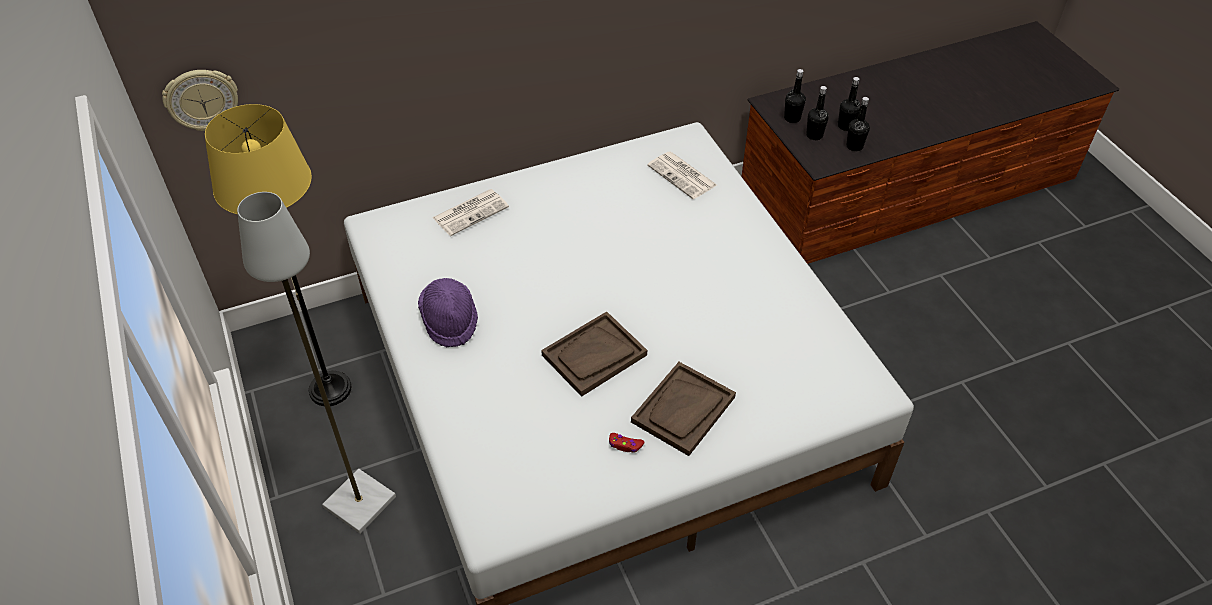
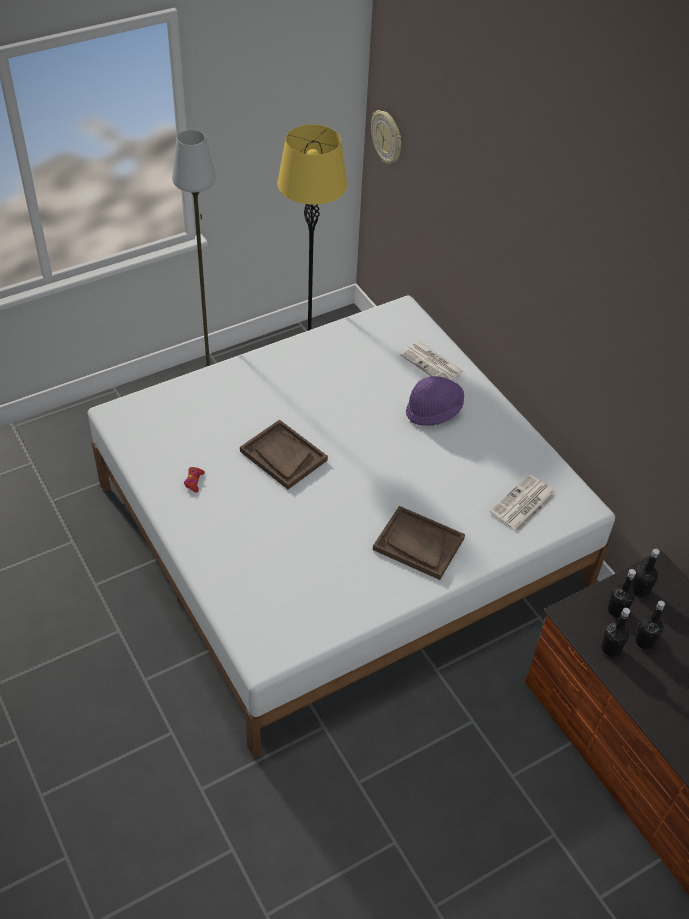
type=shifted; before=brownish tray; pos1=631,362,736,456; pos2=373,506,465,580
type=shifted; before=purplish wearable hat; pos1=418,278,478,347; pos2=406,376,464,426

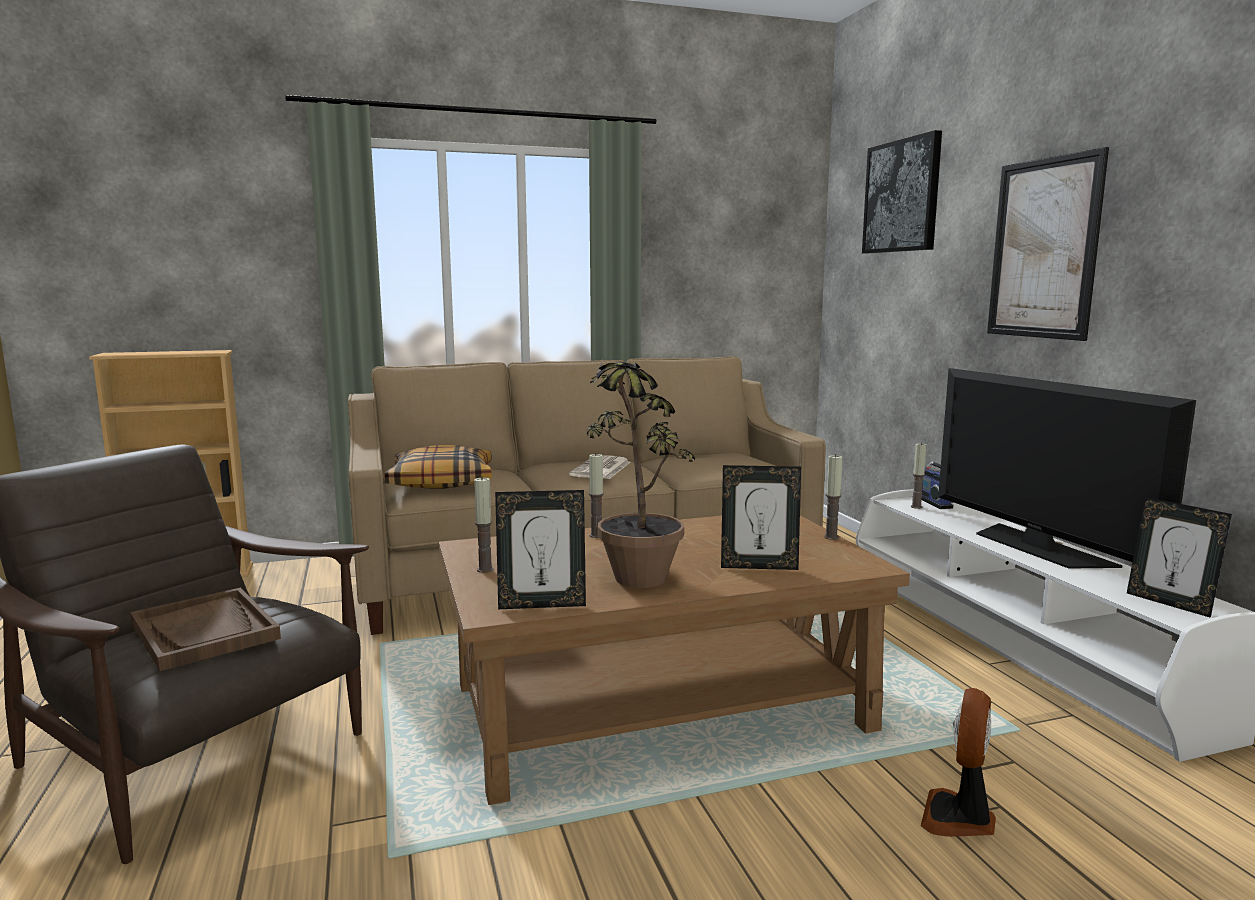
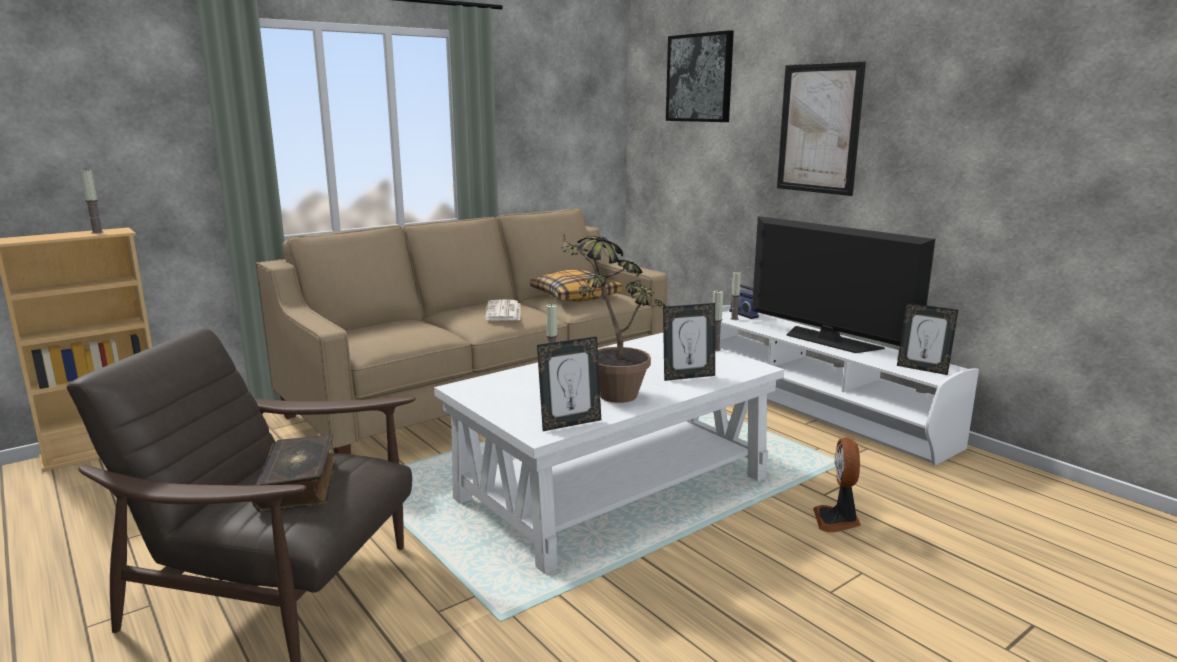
type=shifted; before=candle; pos1=474,476,494,573; pos2=80,170,104,233
type=swapped; before=brownish tray; after=book; pos1=130,588,281,671; pos2=252,434,336,512
type=repainted; before=brownish lounge table; after=whitish lounge table; pos1=439,515,910,805; pos2=434,333,784,574
type=shifted; before=throw pillow; pos1=385,445,492,489; pos2=530,270,622,302

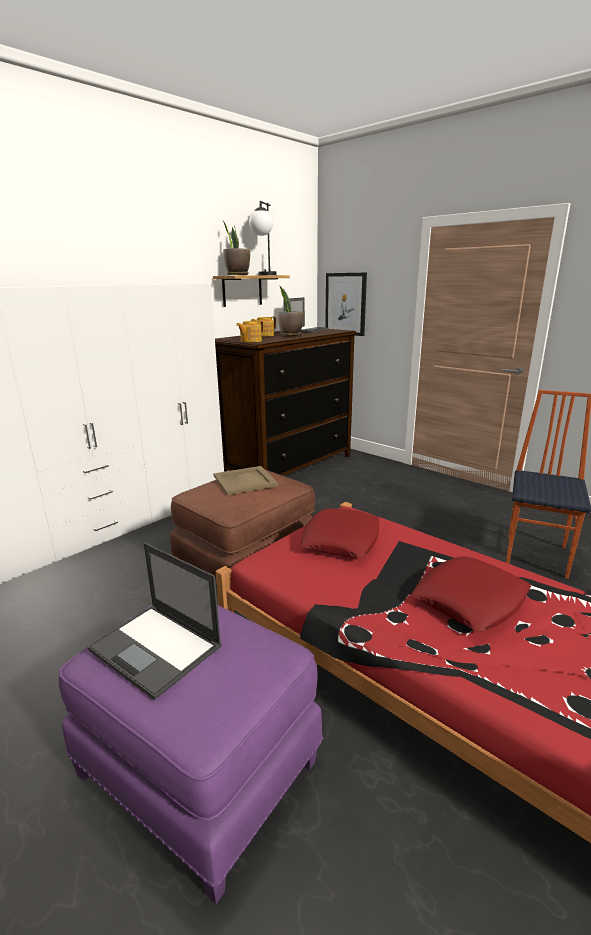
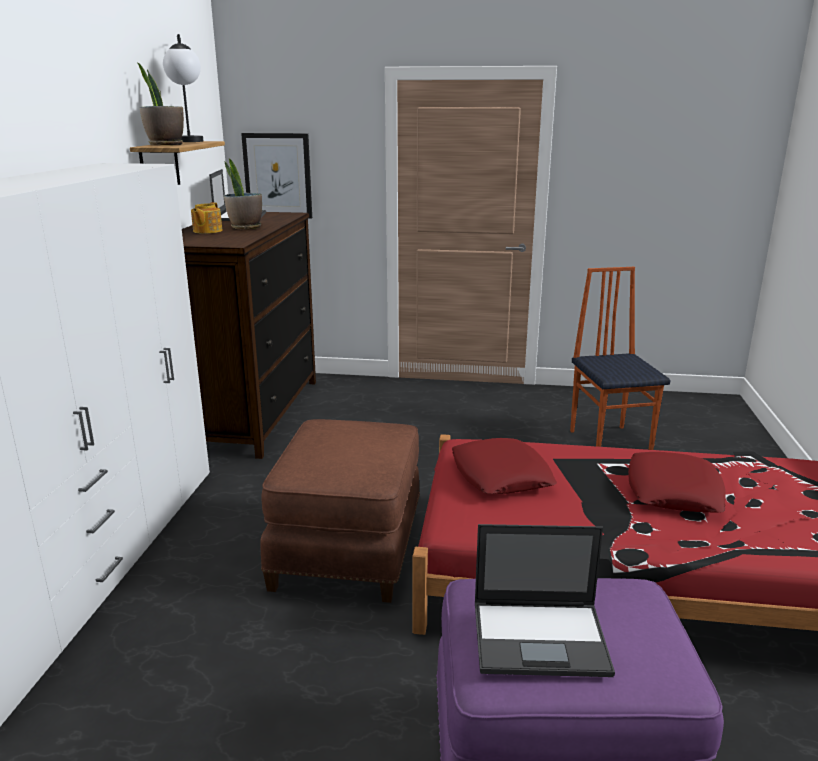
type=gone; before=beige tray; pos1=213,466,279,495
type=gone; before=teapot; pos1=236,320,264,343

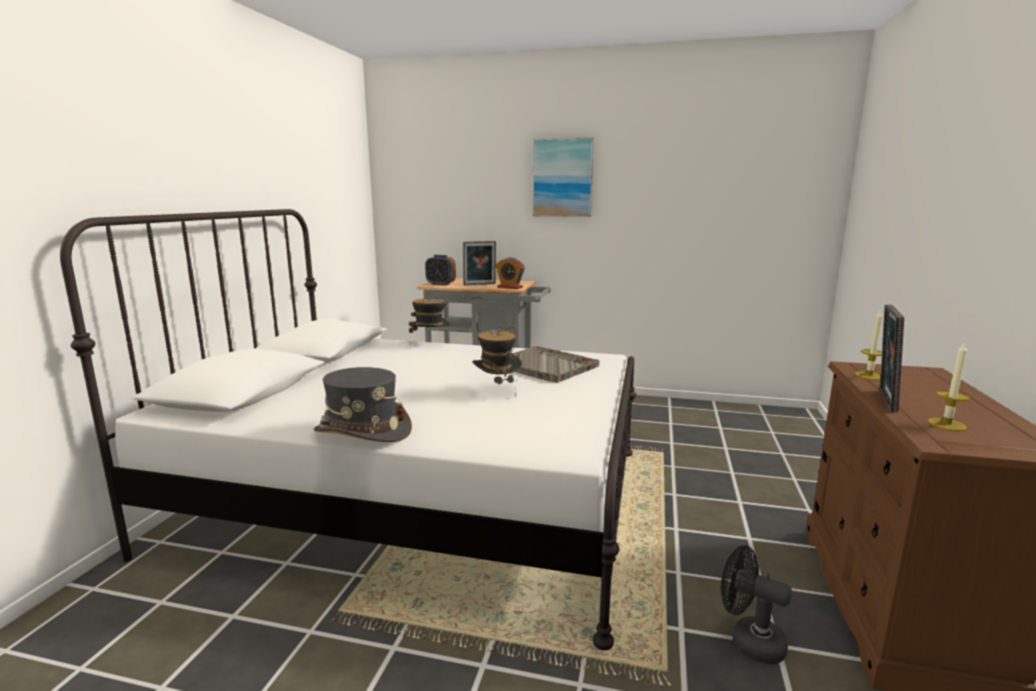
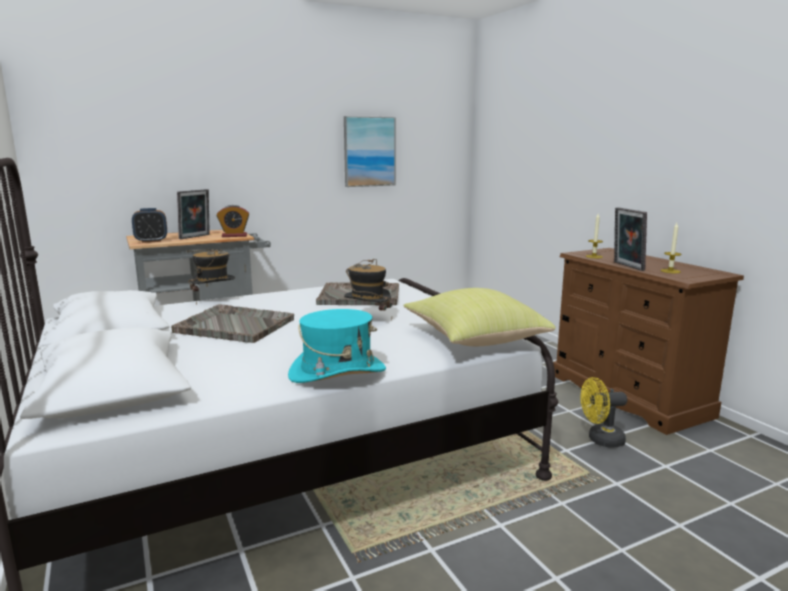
type=new; after=grey tray; pos2=171,304,294,343
type=repainted; before=grey wearable hat; after=turquoise-coloured wearable hat; pos1=314,367,412,442; pos2=288,309,386,383
type=shifted; before=wall picture; pos1=532,137,594,217; pos2=344,116,396,187
type=new; after=yellowish throw pillow; pos2=403,288,556,346
type=repainted; before=blackish fan; after=yellowish fan; pos1=721,545,792,664; pos2=580,377,627,447

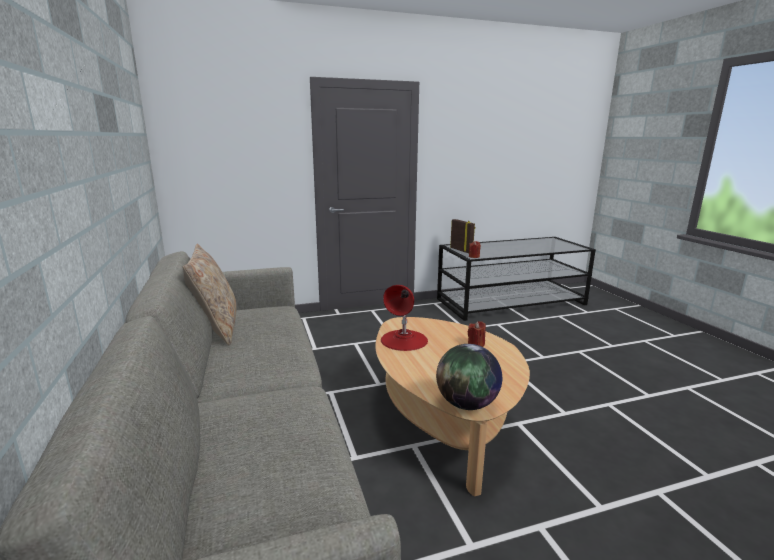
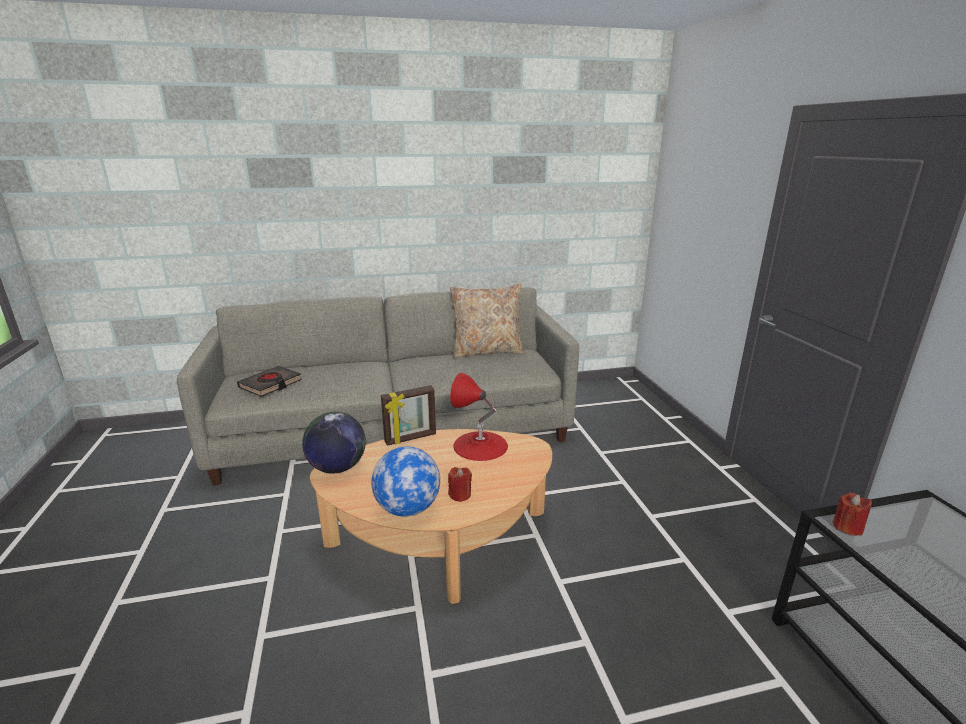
type=new; after=blackish book; pos2=237,366,302,397
type=new; after=globe; pos2=371,446,440,517
type=shifted; before=picture frame; pos1=450,219,475,253; pos2=381,385,436,446

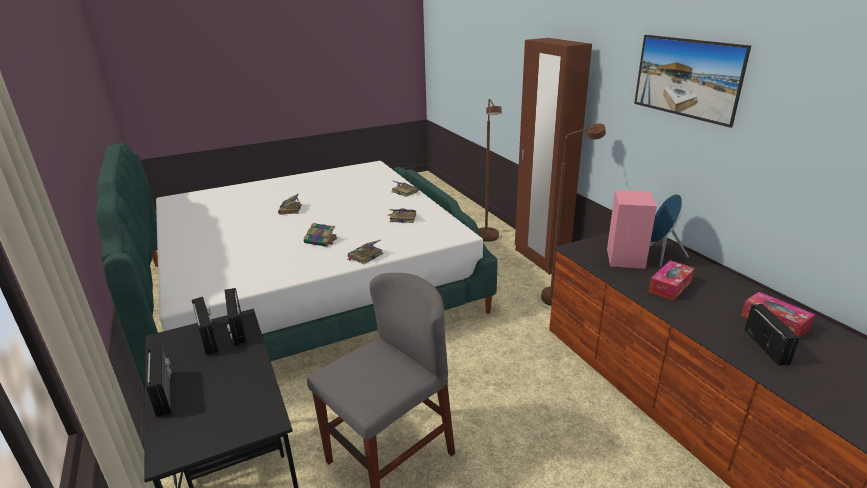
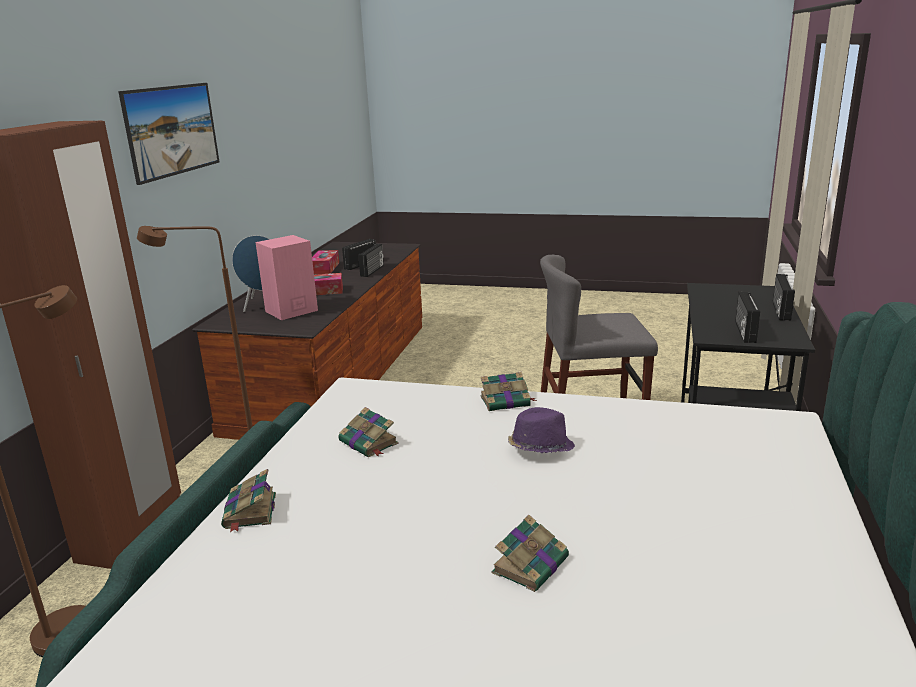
type=shifted; before=radio receiver; pos1=225,288,246,345; pos2=358,244,384,277
type=swapped; before=book; after=purplish wearable hat; pos1=304,223,338,247; pos2=508,407,575,453

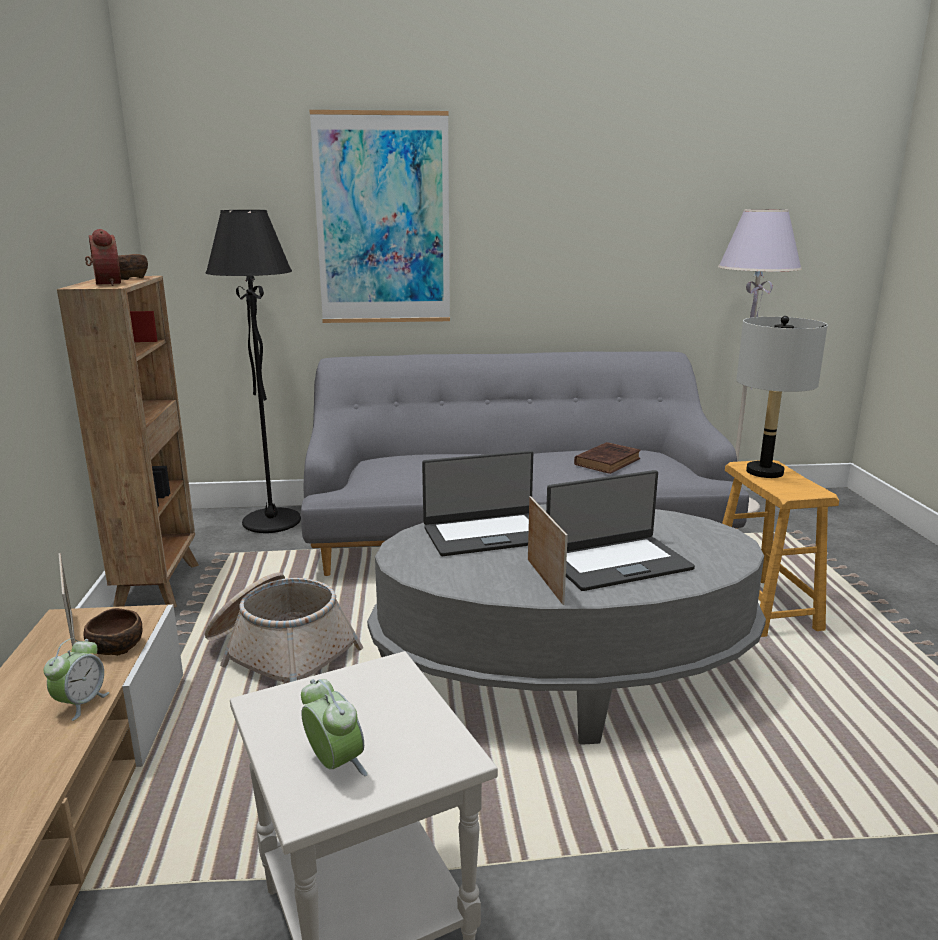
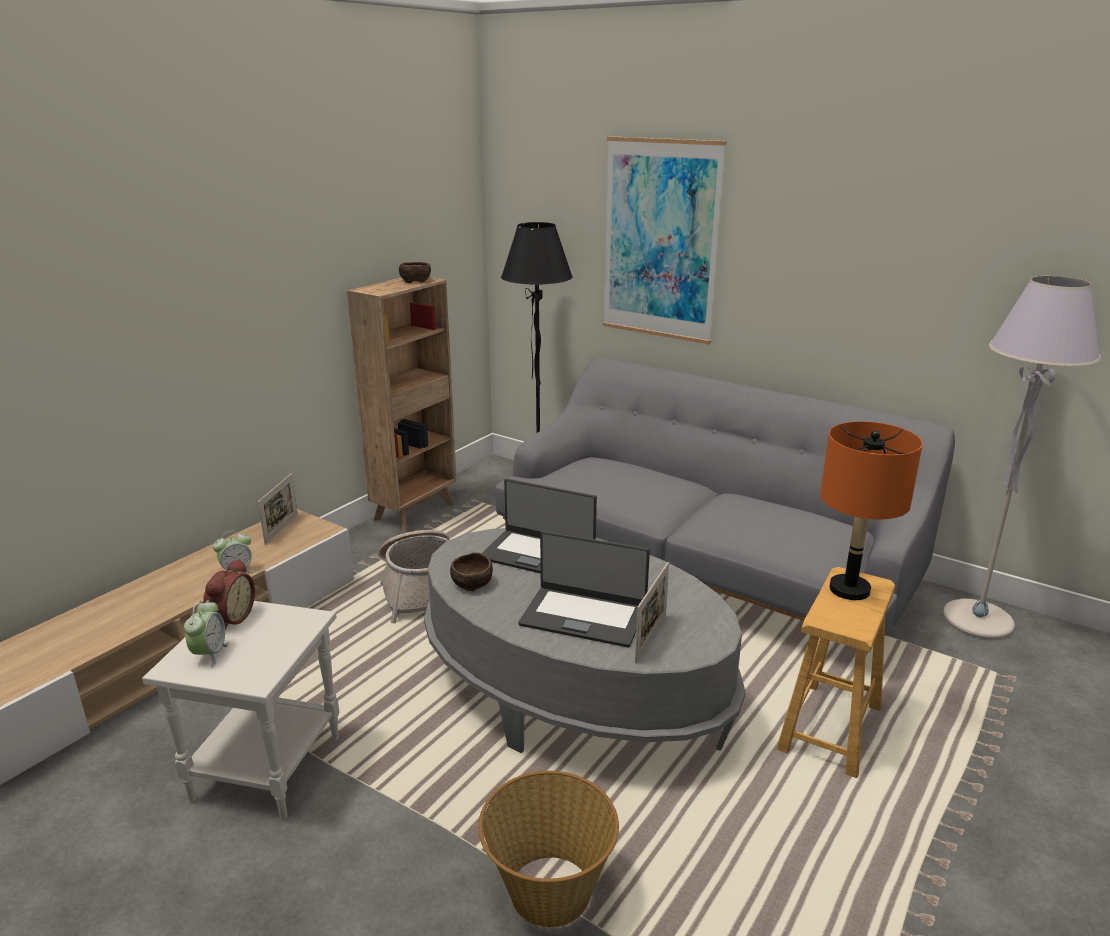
type=shifted; before=alarm clock; pos1=85,229,121,286; pos2=203,559,255,630
type=shifted; before=brownish serving bowl; pos1=83,608,142,656; pos2=450,552,493,591
type=new; after=storage basket; pos2=478,771,619,928
type=shifted; before=picture frame; pos1=528,496,568,605; pos2=635,562,669,664
type=repainted; before=grey lamp for a table; after=orangey lamp for a table; pos1=736,316,828,478; pos2=820,421,923,600
type=gone; before=brownish book; pos1=574,442,641,474

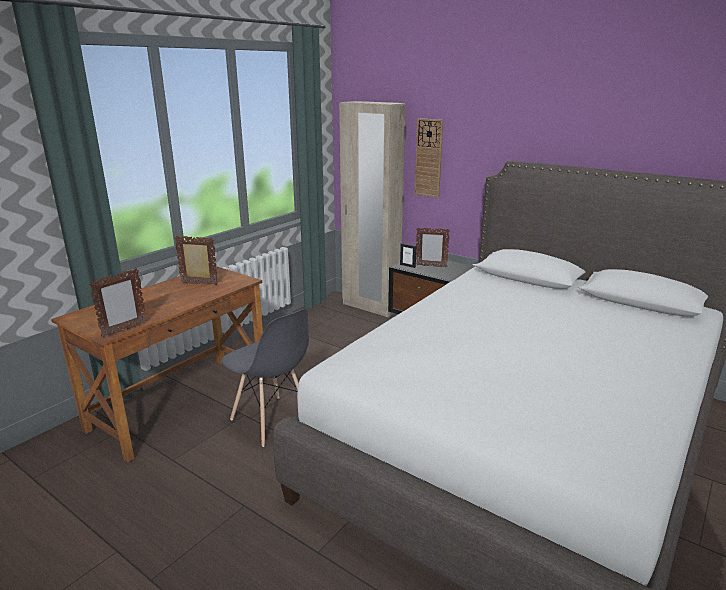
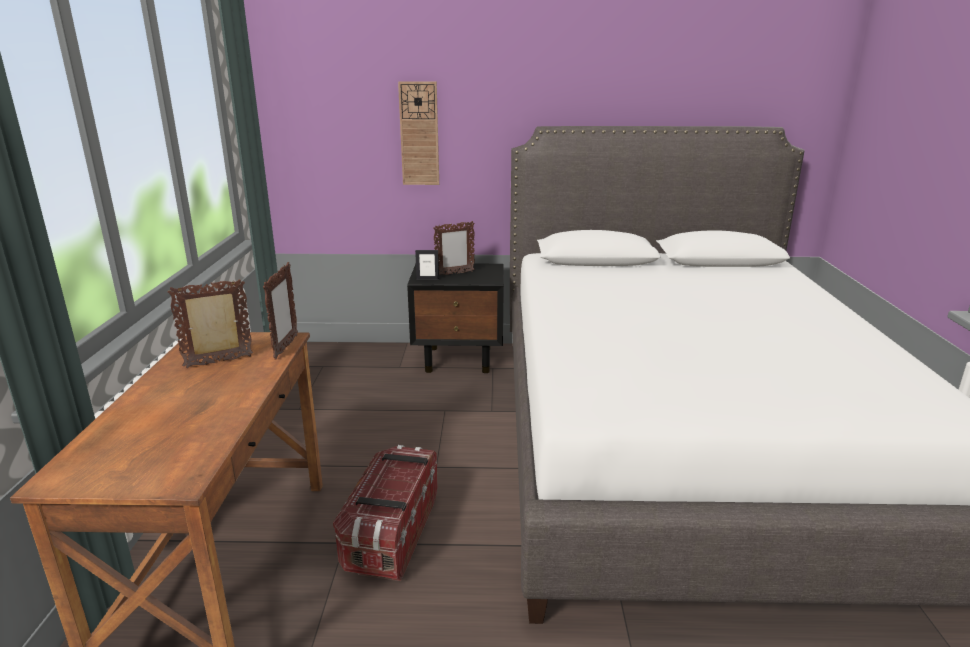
type=shifted; before=picture frame; pos1=89,268,147,338; pos2=263,262,298,360
type=swapped; before=grey chair; after=storage bin; pos1=221,309,309,447; pos2=333,445,438,581
type=gone; before=beige clothes cupboard; pos1=339,101,406,317

